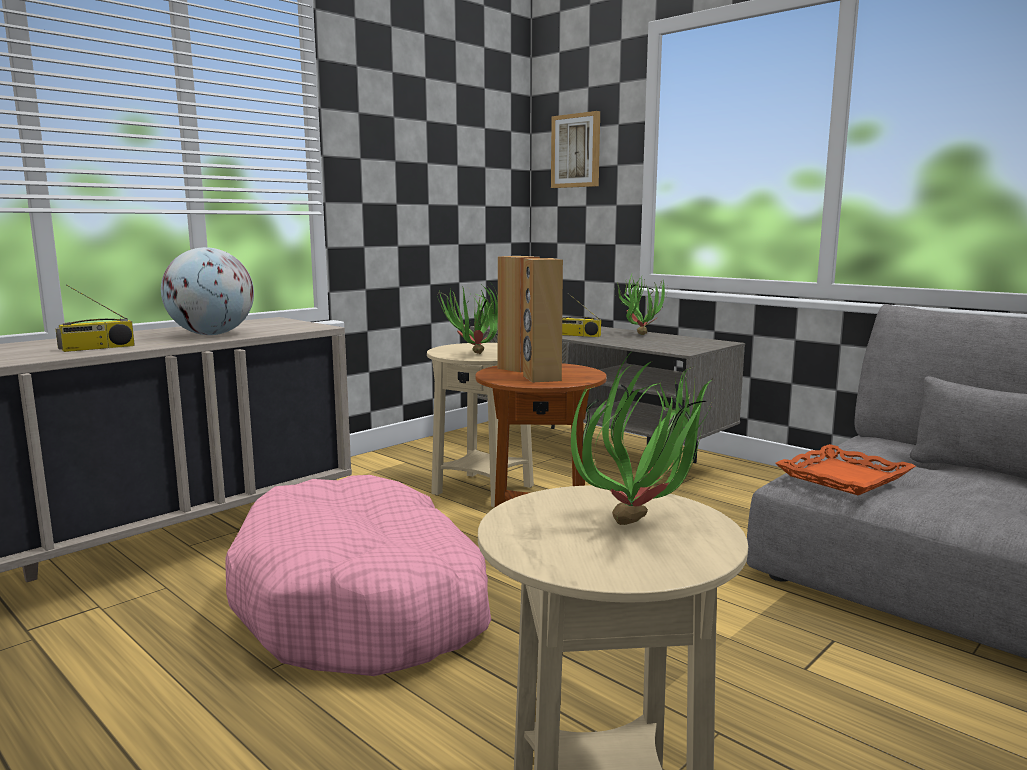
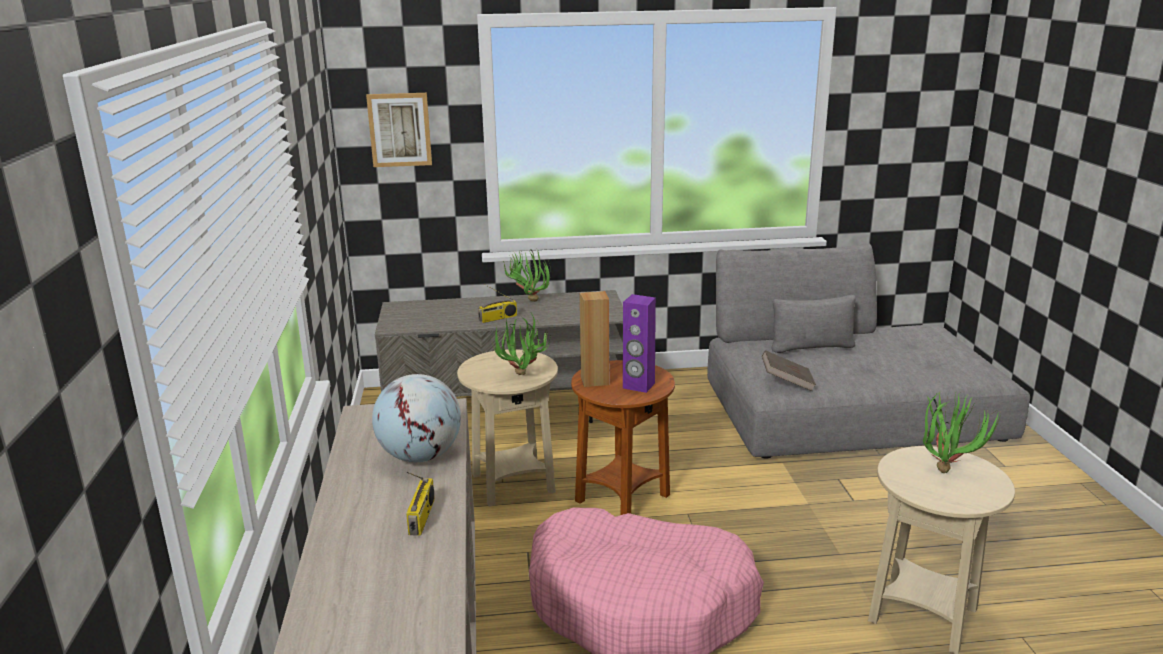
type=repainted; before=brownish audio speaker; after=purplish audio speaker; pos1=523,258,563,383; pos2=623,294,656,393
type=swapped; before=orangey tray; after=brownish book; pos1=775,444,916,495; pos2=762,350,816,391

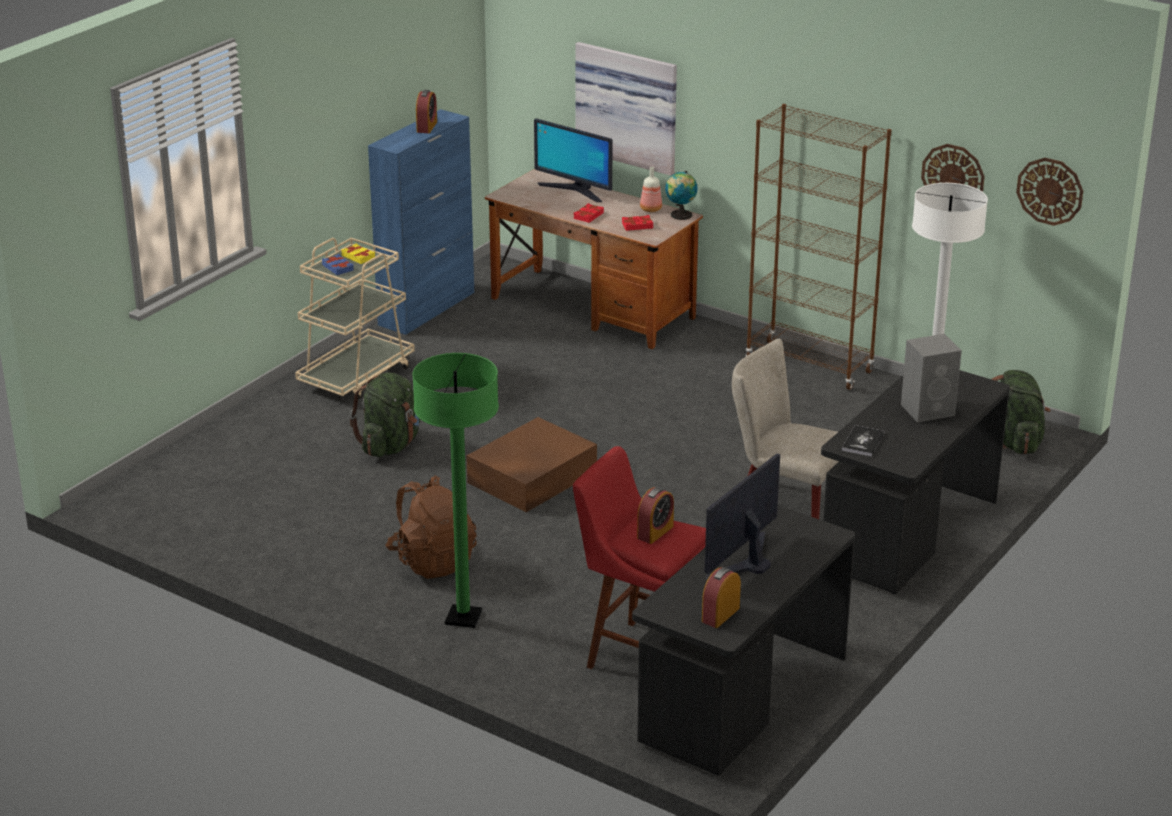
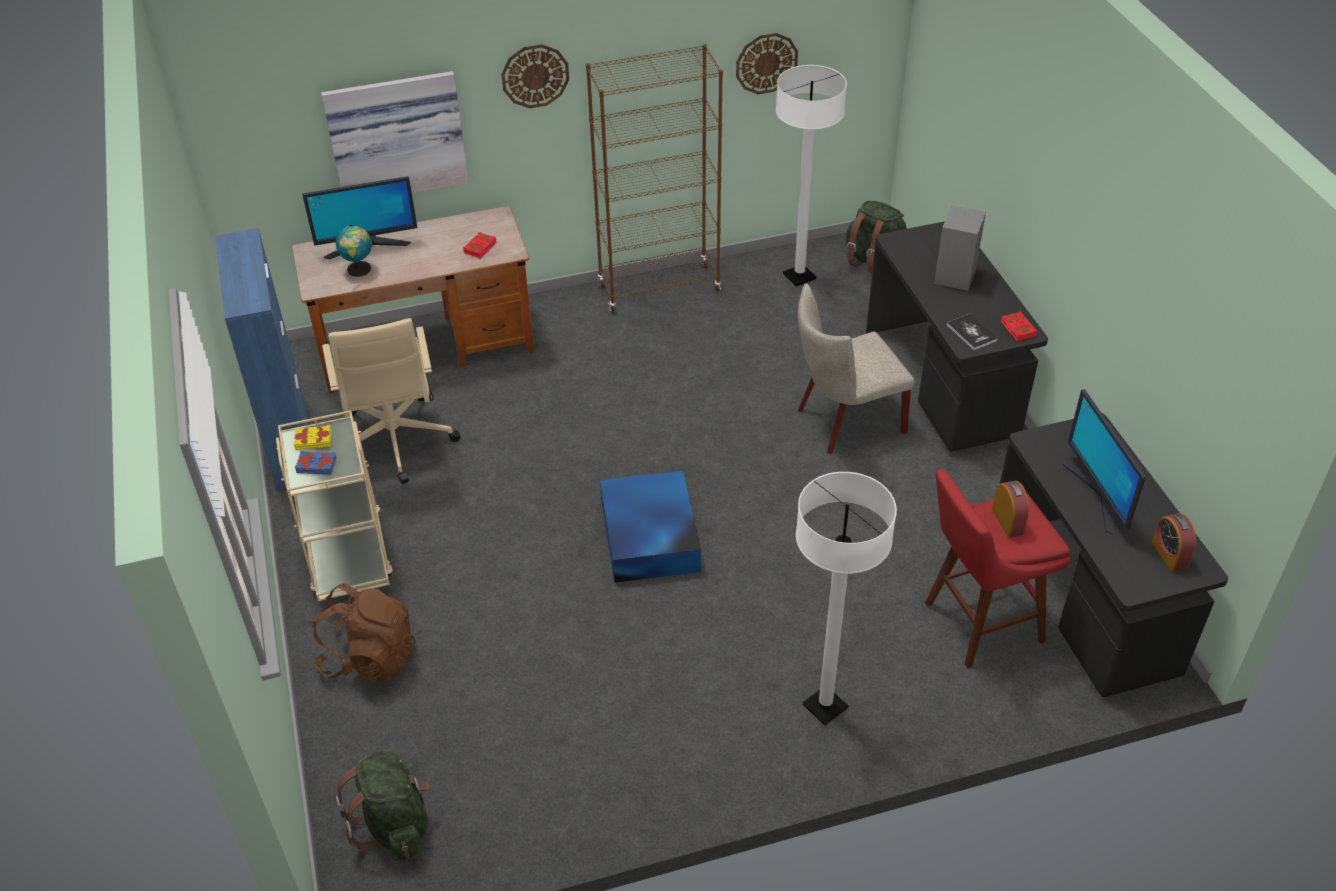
type=shifted; before=brownish backpack; pos1=386,475,477,579; pos2=313,583,416,681
type=new; after=beige computer chair; pos2=322,318,461,484
type=shifted; before=globe; pos1=665,171,698,220; pos2=336,224,372,277
type=shifted; before=green backpack; pos1=350,373,420,457; pos2=336,750,429,861
type=shifted; before=clock on the wall; pos1=1016,158,1083,226; pos2=501,44,569,108
type=repainted; before=brownish storage bin; after=bluish storage bin; pos1=466,417,597,512; pos2=600,470,701,583
type=repainted; before=green floor lamp; after=whitish floor lamp; pos1=412,353,499,628; pos2=796,472,897,725
type=shifted; before=red book; pos1=573,203,604,223; pos2=1001,311,1037,341
type=gone; before=alarm clock; pos1=416,90,437,133
type=gone; before=drink bottle; pos1=640,167,662,212

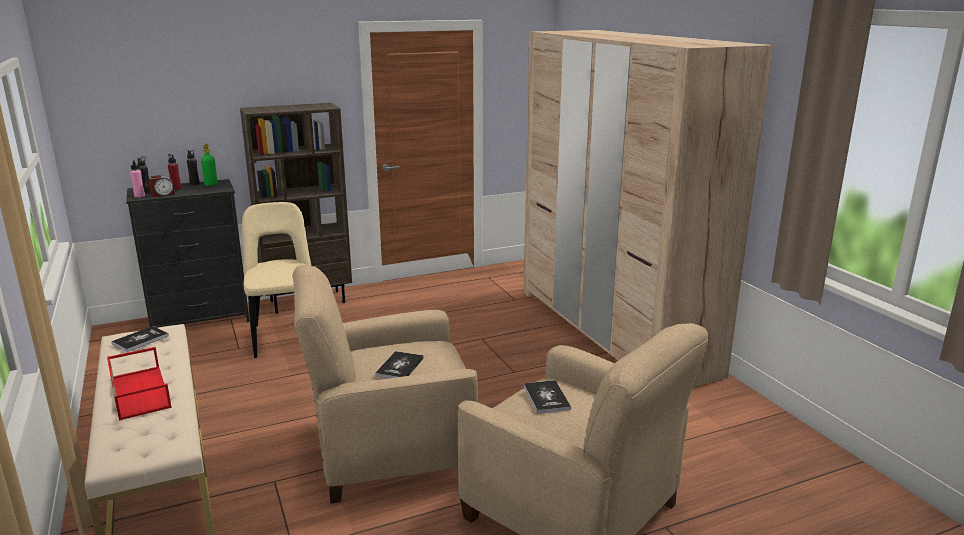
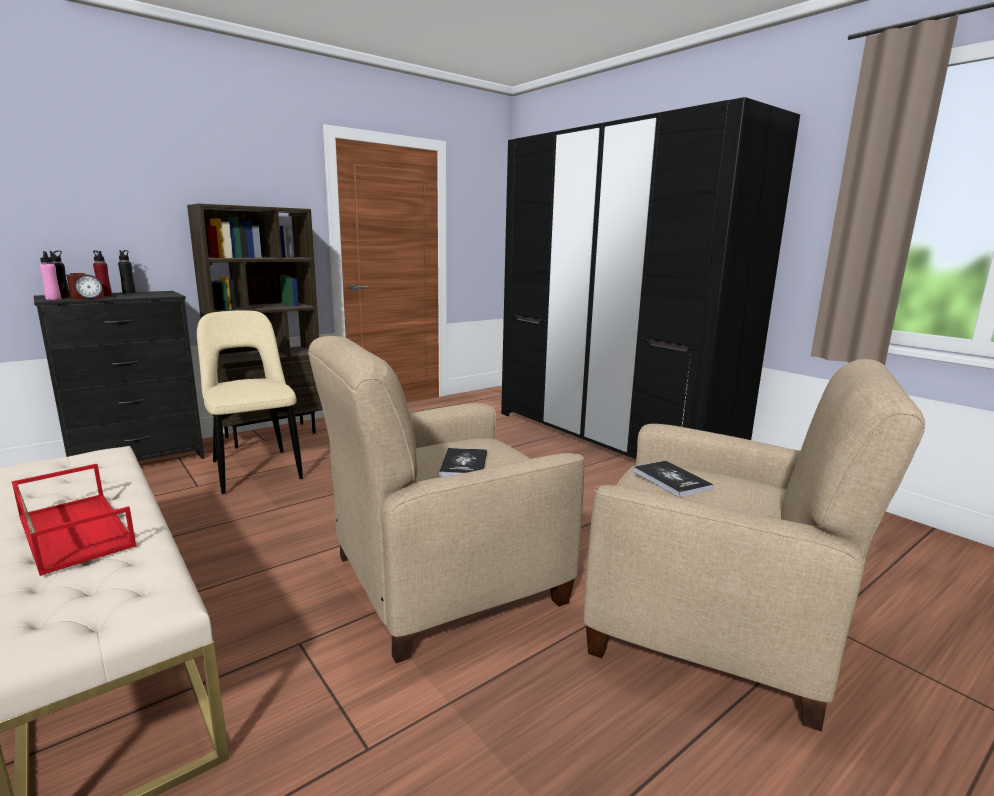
type=repainted; before=beige clothes cupboard; after=blackish clothes cupboard; pos1=524,30,773,387; pos2=501,97,800,459
type=gone; before=book; pos1=111,326,169,352
type=gone; before=green drink bottle; pos1=201,144,217,186

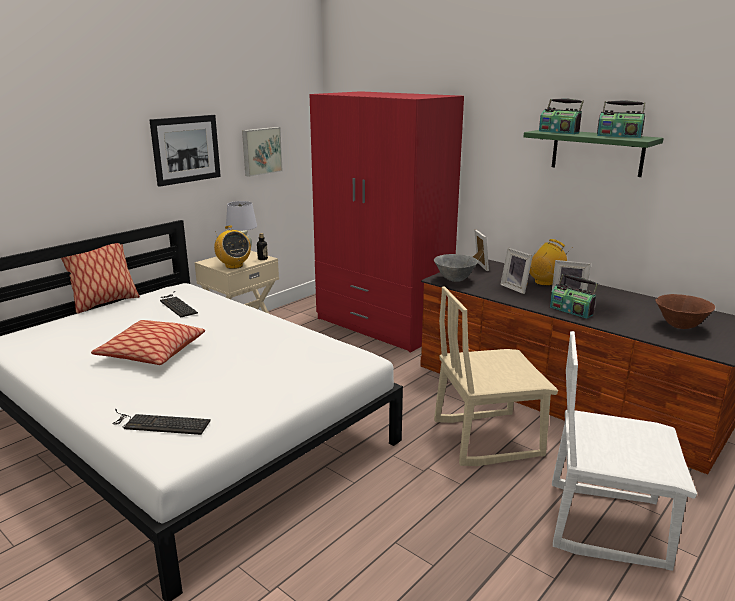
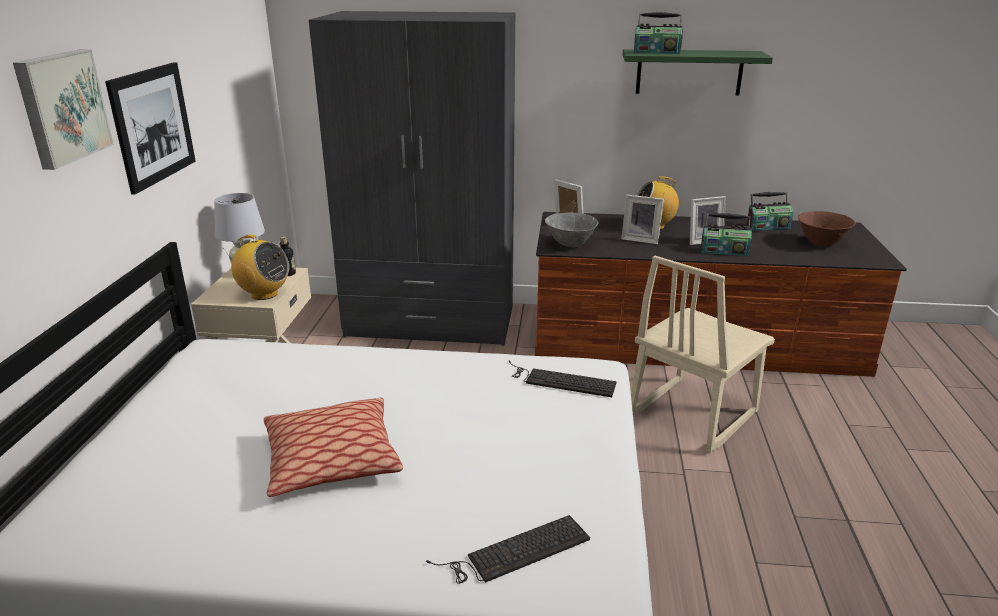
type=shifted; before=wall picture; pos1=242,127,283,177; pos2=13,49,114,170
type=repainted; before=red clothes cupboard; after=grey clothes cupboard; pos1=310,91,464,353; pos2=309,11,515,346
type=shifted; before=PC keyboard; pos1=160,291,198,317; pos2=509,360,617,397
type=shifted; before=radio receiver; pos1=597,100,645,138; pos2=746,192,793,231
type=gone; before=throw pillow; pos1=61,243,140,314
type=gone; before=whitish chair; pos1=552,331,697,571

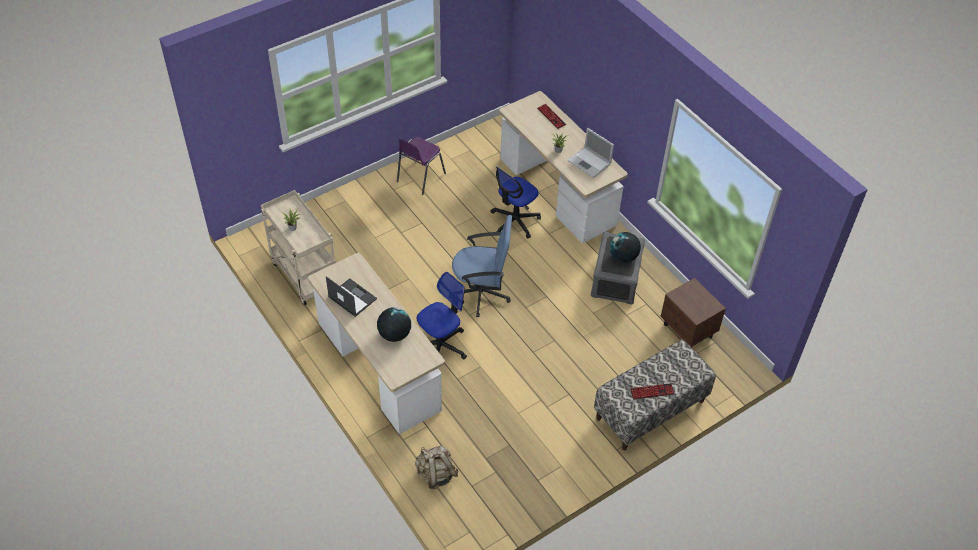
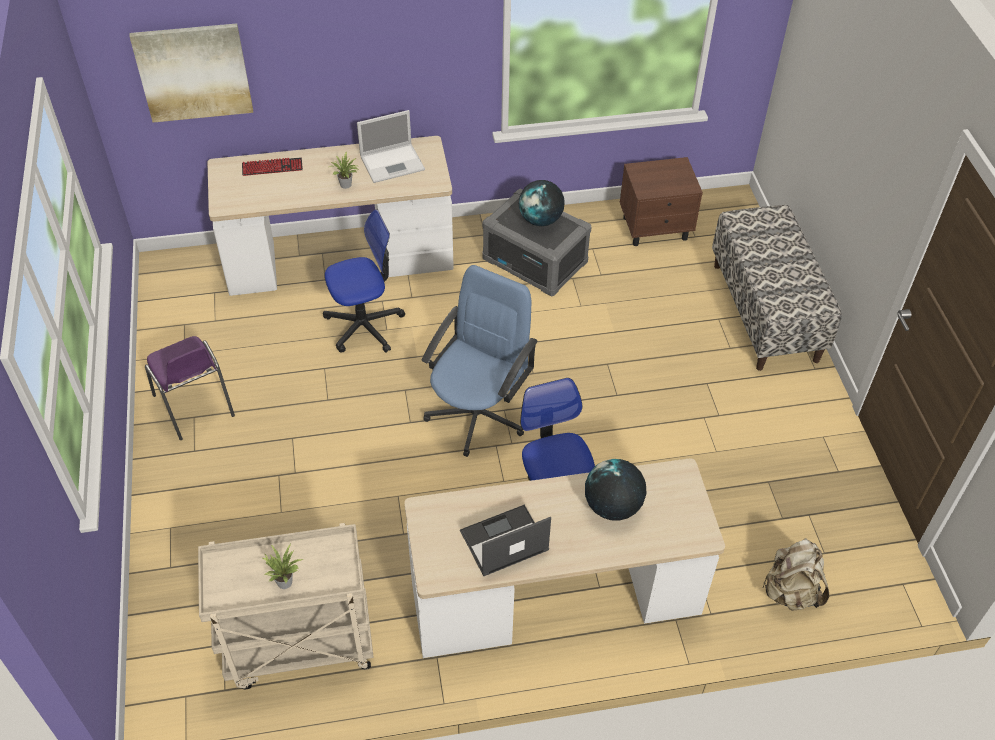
type=new; after=wall picture; pos2=129,23,253,123
type=rotated; before=computer chair; pos1=491,167,541,239; pos2=323,210,405,353; turn=-90
type=gone; before=PC keyboard; pos1=630,383,674,400

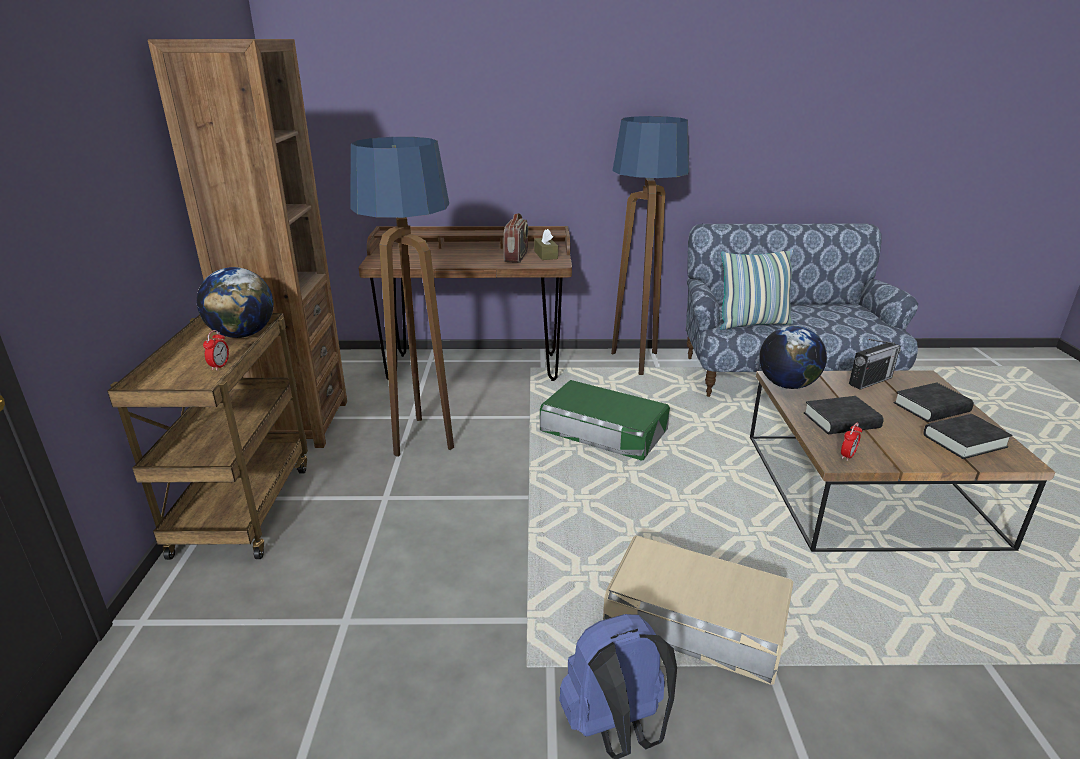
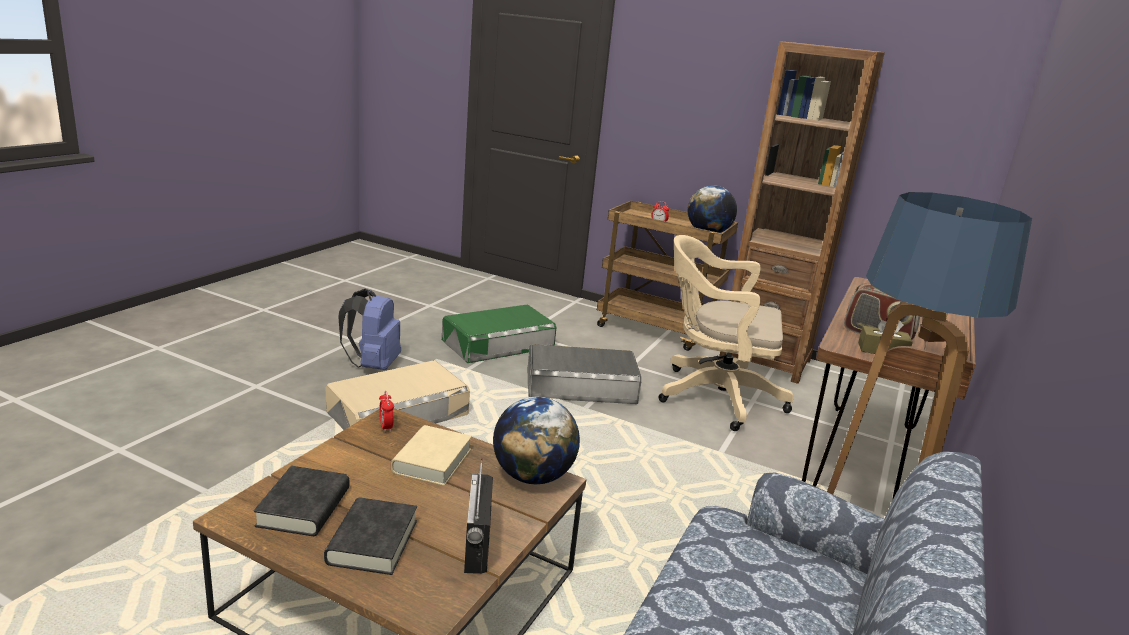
type=repainted; before=blackish book; after=beige book; pos1=804,396,884,434; pos2=391,425,472,486
type=shifted; before=green storage bin; pos1=540,380,670,460; pos2=442,305,557,363
type=new; after=grey storage bin; pos2=528,344,642,404
type=swapped; before=floor lamp; after=beige computer chair; pos1=350,137,454,457; pos2=659,235,793,431
type=gone; before=throw pillow; pos1=720,250,793,330

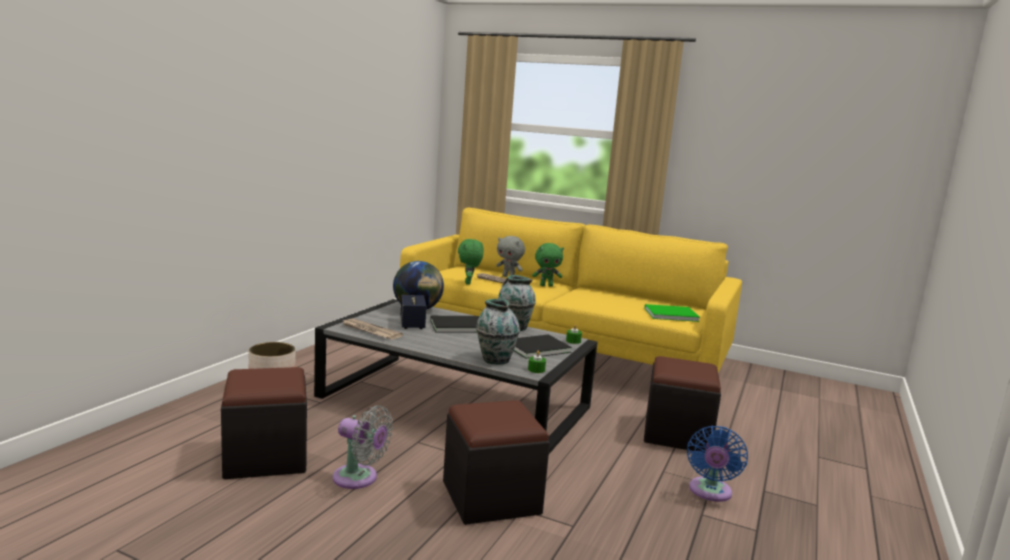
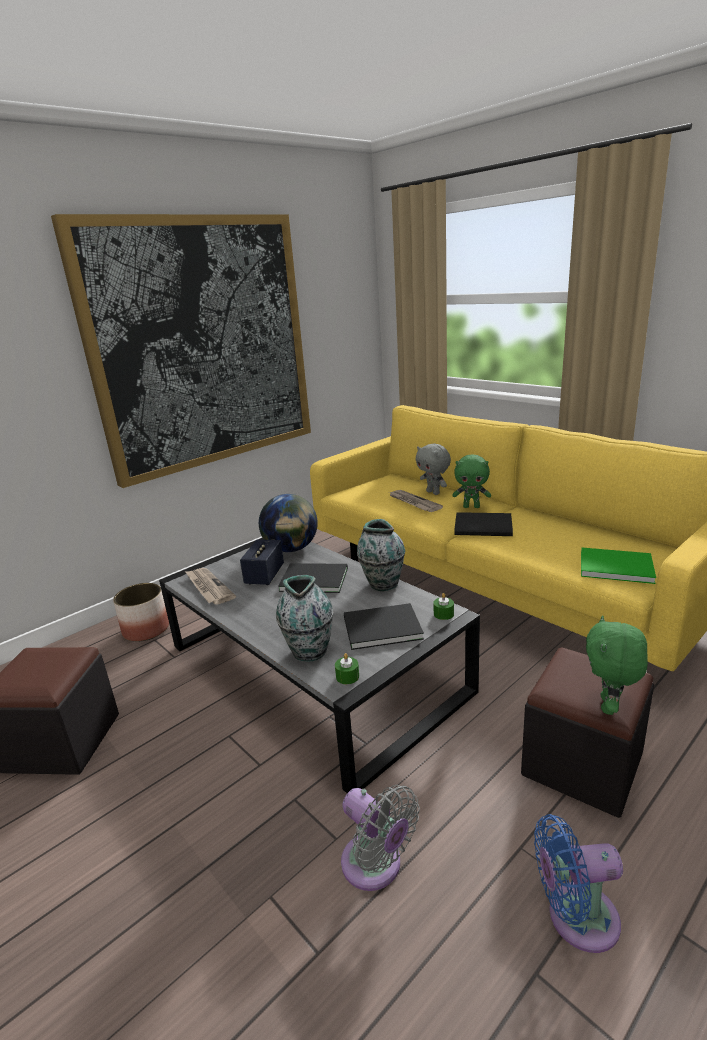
type=new; after=wall picture; pos2=51,214,311,488
type=shifted; before=grey fan; pos1=333,405,393,489; pos2=341,785,420,891
type=new; after=blackish book; pos2=454,512,513,536
type=rotated; before=bluish fan; pos1=687,426,748,502; pos2=534,814,623,953; turn=45
type=shifted; before=green plush toy; pos1=458,239,483,285; pos2=586,615,648,715
type=gone; before=blackish ottoman; pos1=443,400,550,525

